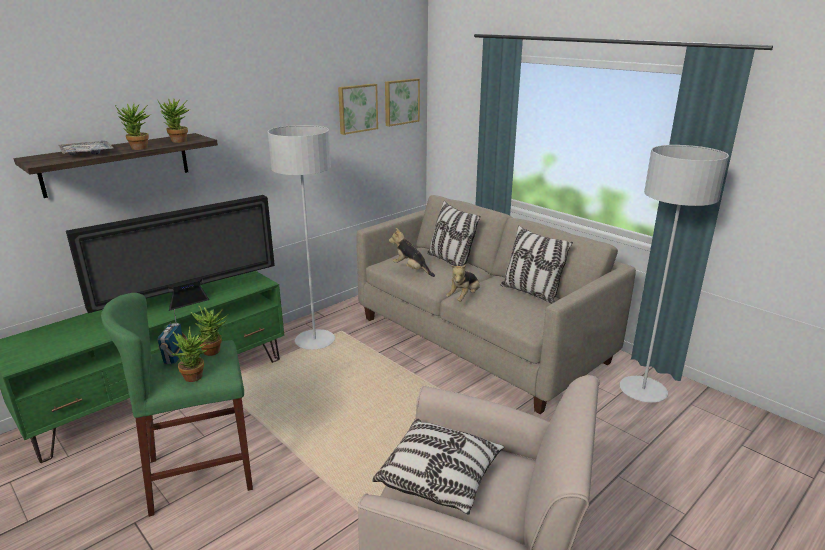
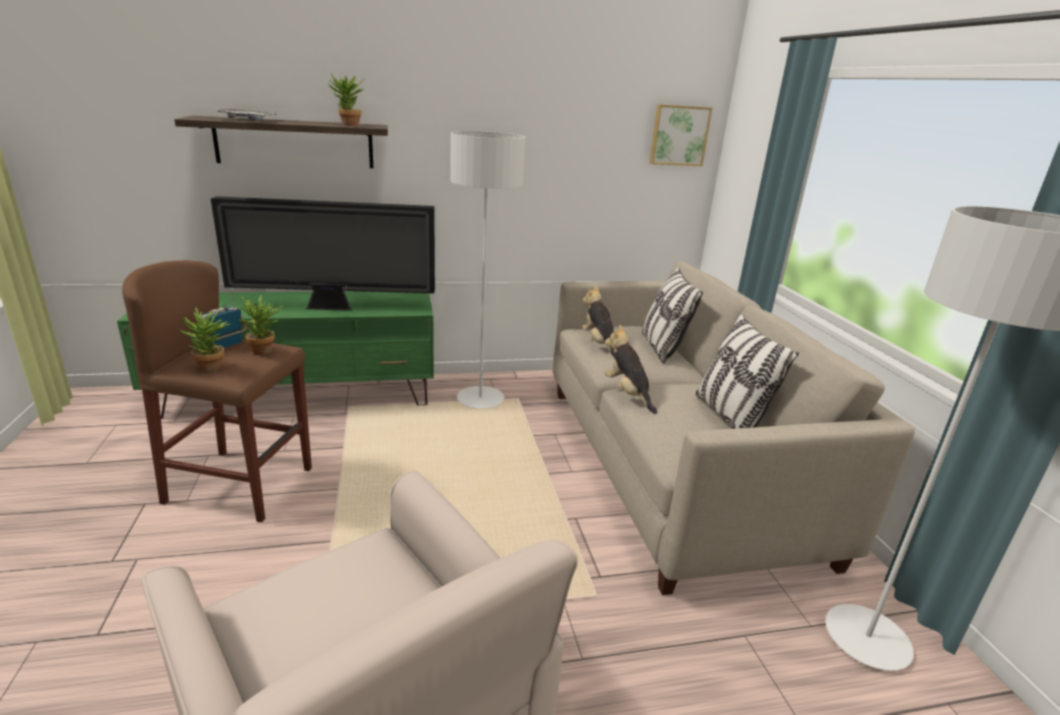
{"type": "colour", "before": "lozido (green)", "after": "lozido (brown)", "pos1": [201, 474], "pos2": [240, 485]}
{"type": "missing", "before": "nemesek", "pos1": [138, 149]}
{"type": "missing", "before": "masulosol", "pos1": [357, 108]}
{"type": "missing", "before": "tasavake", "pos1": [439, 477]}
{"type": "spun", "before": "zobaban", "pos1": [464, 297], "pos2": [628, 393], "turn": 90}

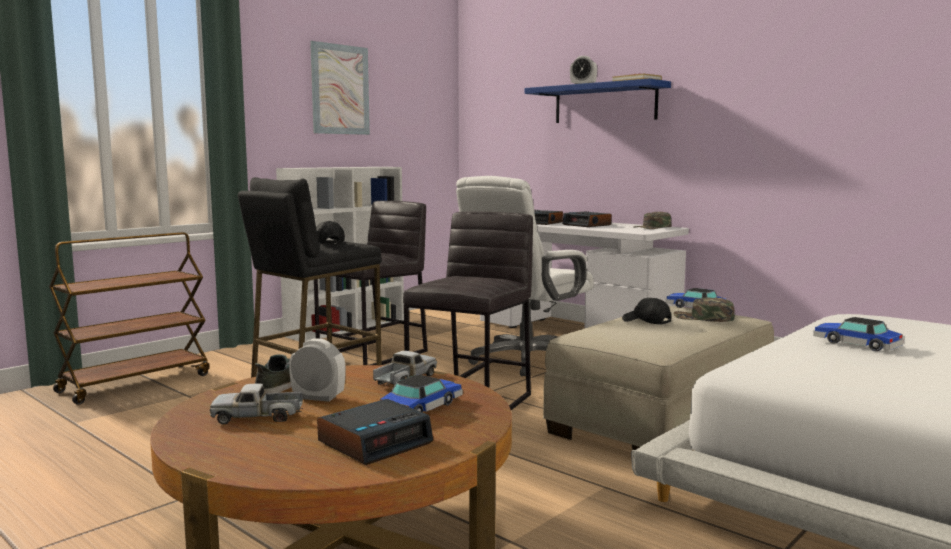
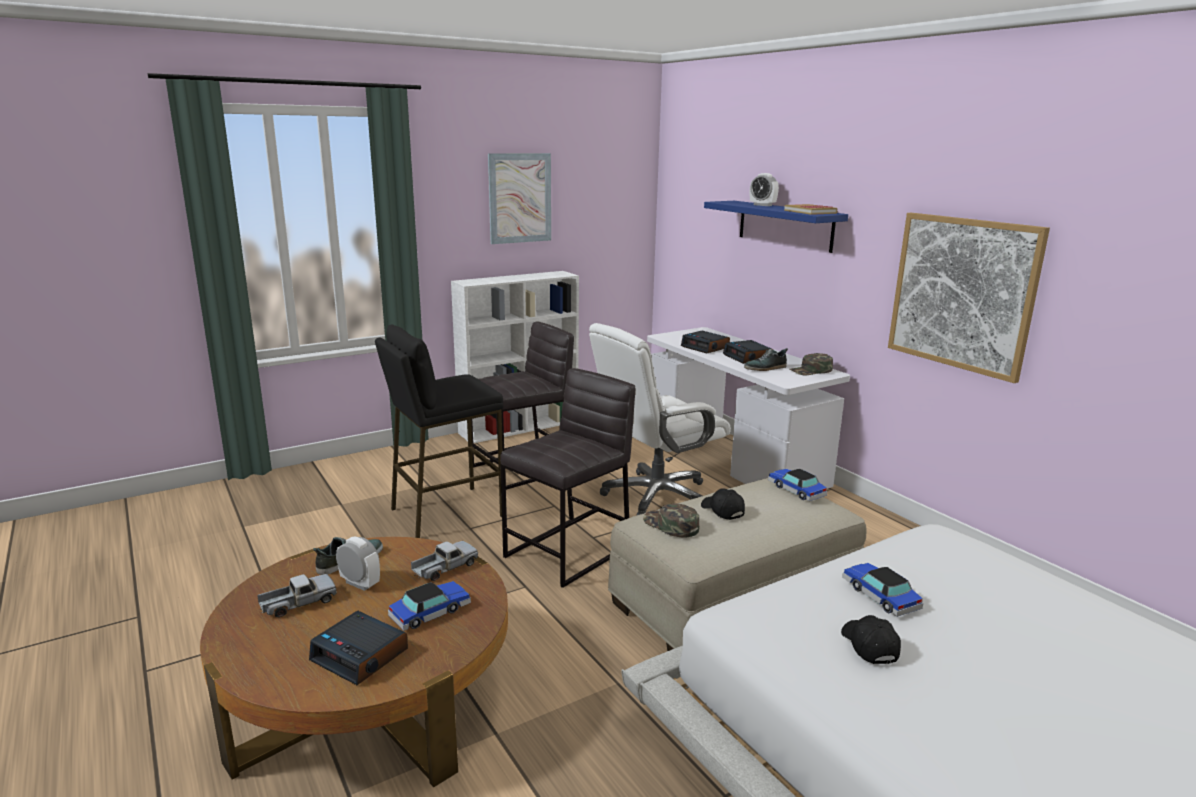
{"type": "missing", "before": "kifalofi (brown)", "pos1": [136, 383]}
{"type": "spun", "before": "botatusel", "pos1": [258, 417], "pos2": [298, 603], "turn": 135}
{"type": "relocated", "before": "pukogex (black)", "pos1": [328, 243], "pos2": [868, 646]}
{"type": "spun", "before": "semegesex", "pos1": [375, 442], "pos2": [361, 655], "turn": 60}
{"type": "relocated", "before": "pukogex (green)", "pos1": [703, 318], "pos2": [670, 525]}
{"type": "appeared", "after": "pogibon", "pos2": [765, 368]}
{"type": "appeared", "after": "masulosol", "pos2": [962, 293]}

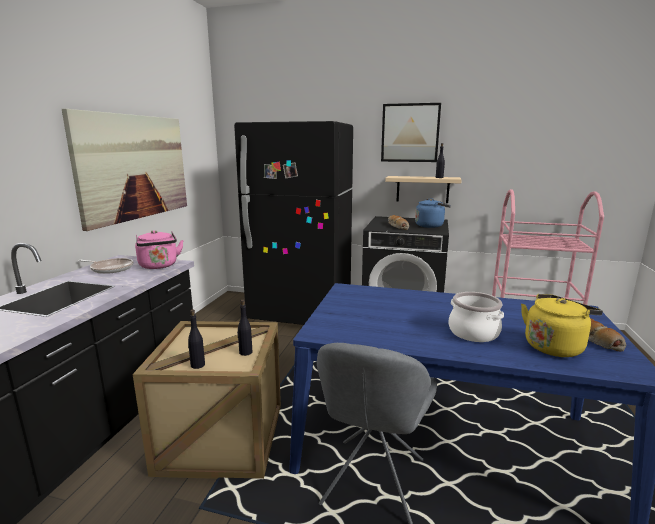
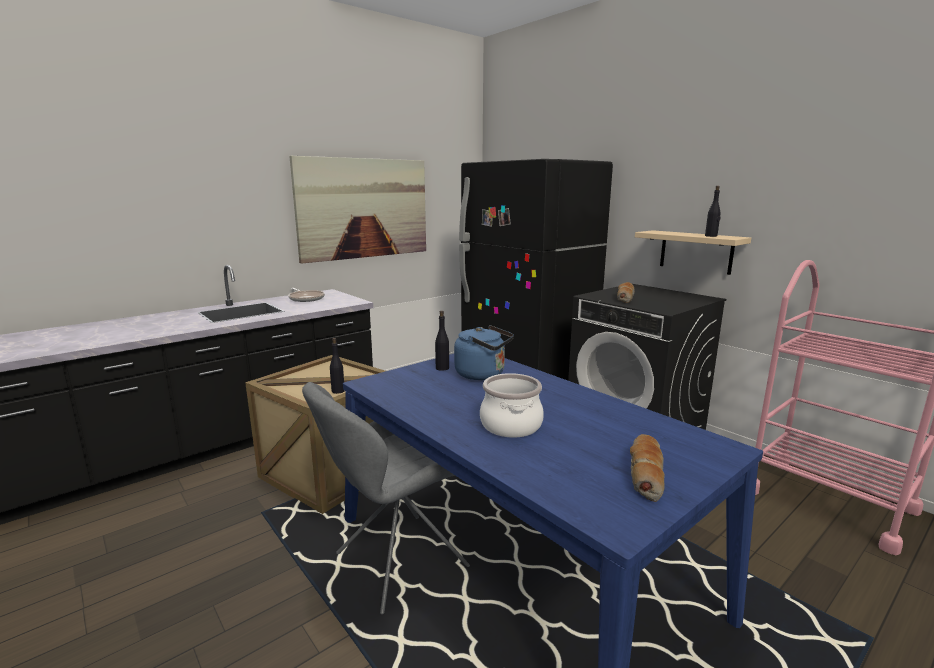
{"type": "missing", "before": "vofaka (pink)", "pos1": [159, 266]}
{"type": "relocated", "before": "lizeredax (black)", "pos1": [197, 365], "pos2": [442, 368]}
{"type": "missing", "before": "masulosol", "pos1": [410, 133]}
{"type": "relocated", "before": "vofaka (blue)", "pos1": [431, 226], "pos2": [483, 374]}
{"type": "missing", "before": "vofaka (yellow)", "pos1": [554, 346]}

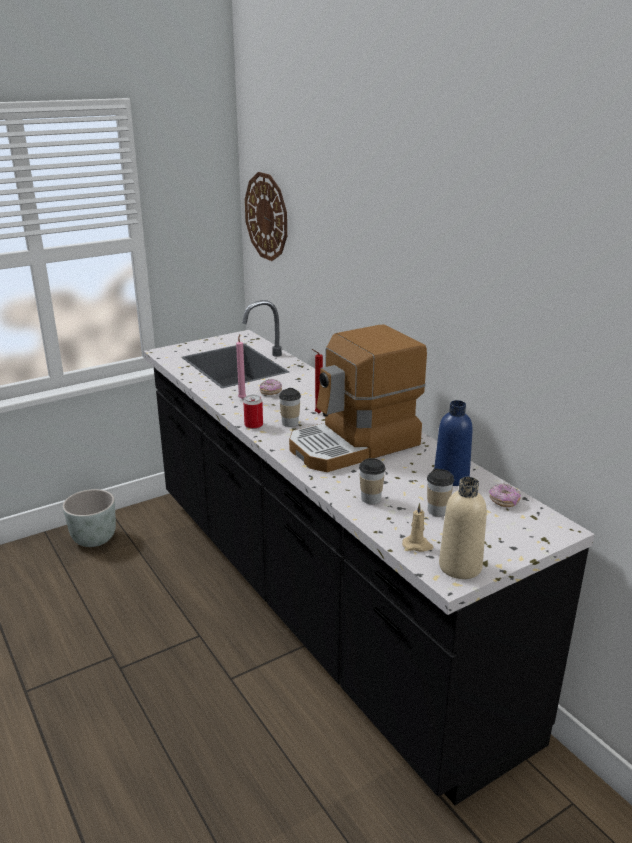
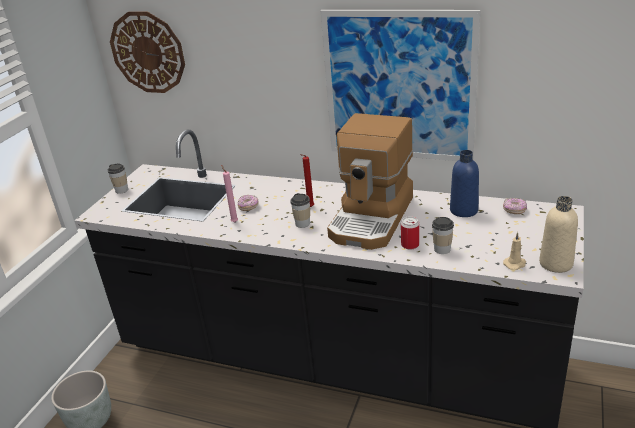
{"type": "relocated", "before": "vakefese", "pos1": [253, 425], "pos2": [410, 245]}
{"type": "relocated", "before": "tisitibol", "pos1": [437, 510], "pos2": [122, 190]}
{"type": "appeared", "after": "masulosol", "pos2": [399, 86]}

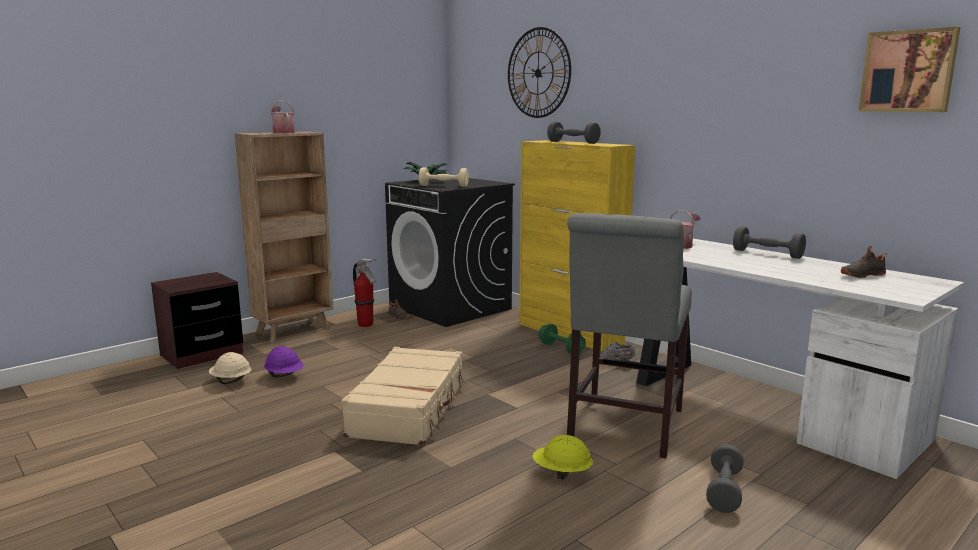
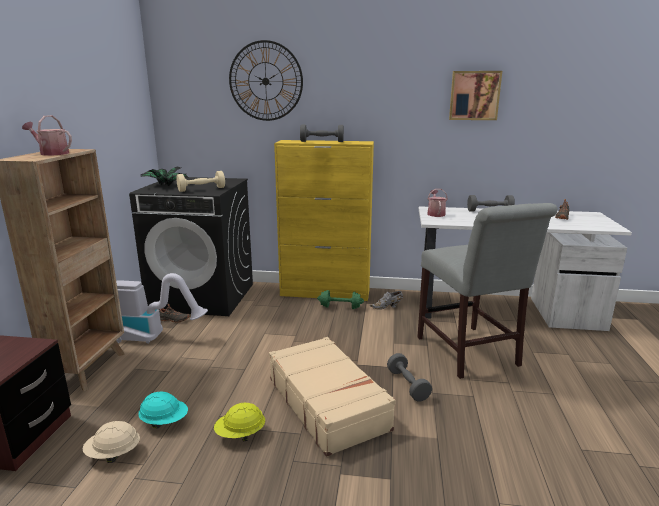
{"type": "colour", "before": "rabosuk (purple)", "after": "rabosuk (turquoise)", "pos1": [285, 376], "pos2": [165, 422]}
{"type": "exchanged", "before": "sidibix", "after": "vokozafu", "pos1": [366, 325], "pos2": [155, 337]}
{"type": "relocated", "before": "rabosuk (yellow)", "pos1": [562, 473], "pos2": [240, 434]}
{"type": "relocated", "before": "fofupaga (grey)", "pos1": [724, 490], "pos2": [408, 385]}
{"type": "relocated", "before": "masulosol", "pos1": [908, 71], "pos2": [474, 95]}

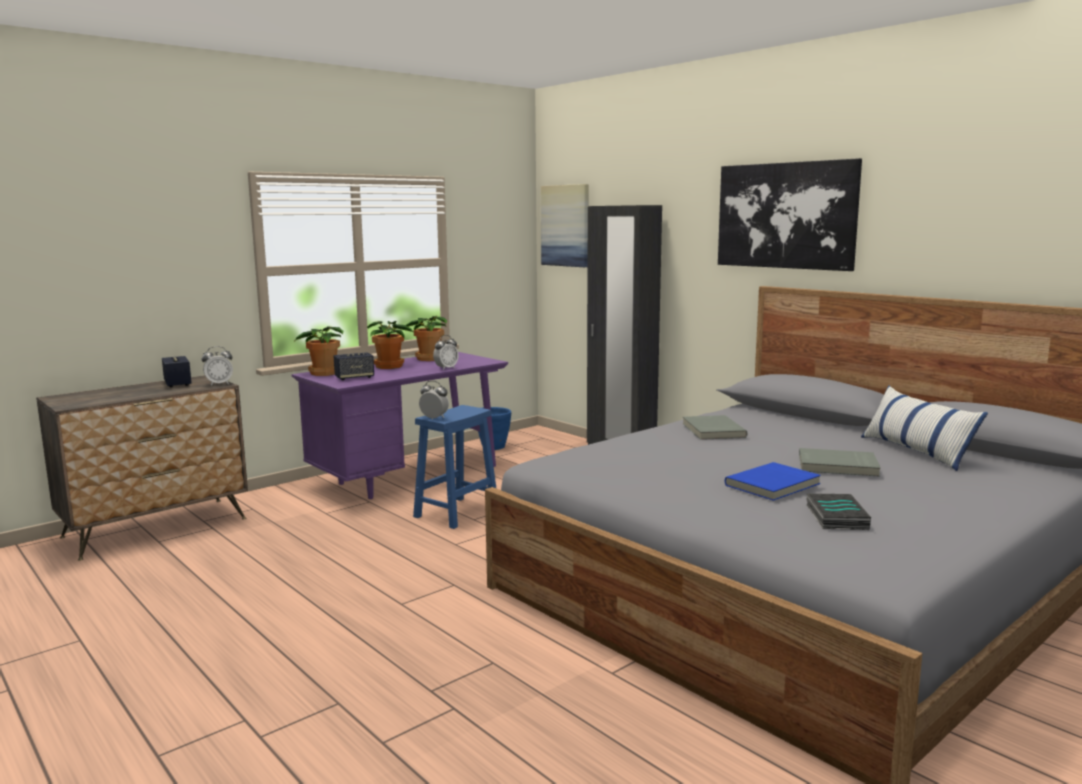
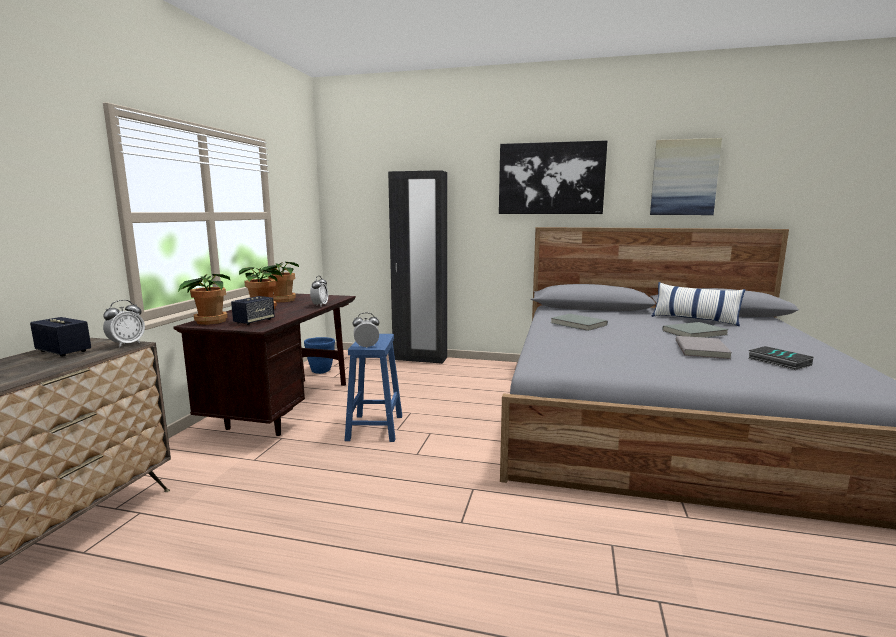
{"type": "colour", "before": "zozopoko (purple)", "after": "zozopoko (brown)", "pos1": [408, 477], "pos2": [285, 408]}
{"type": "relocated", "before": "masulosol", "pos1": [565, 225], "pos2": [684, 177]}
{"type": "colour", "before": "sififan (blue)", "after": "sififan (grey)", "pos1": [774, 485], "pos2": [703, 350]}

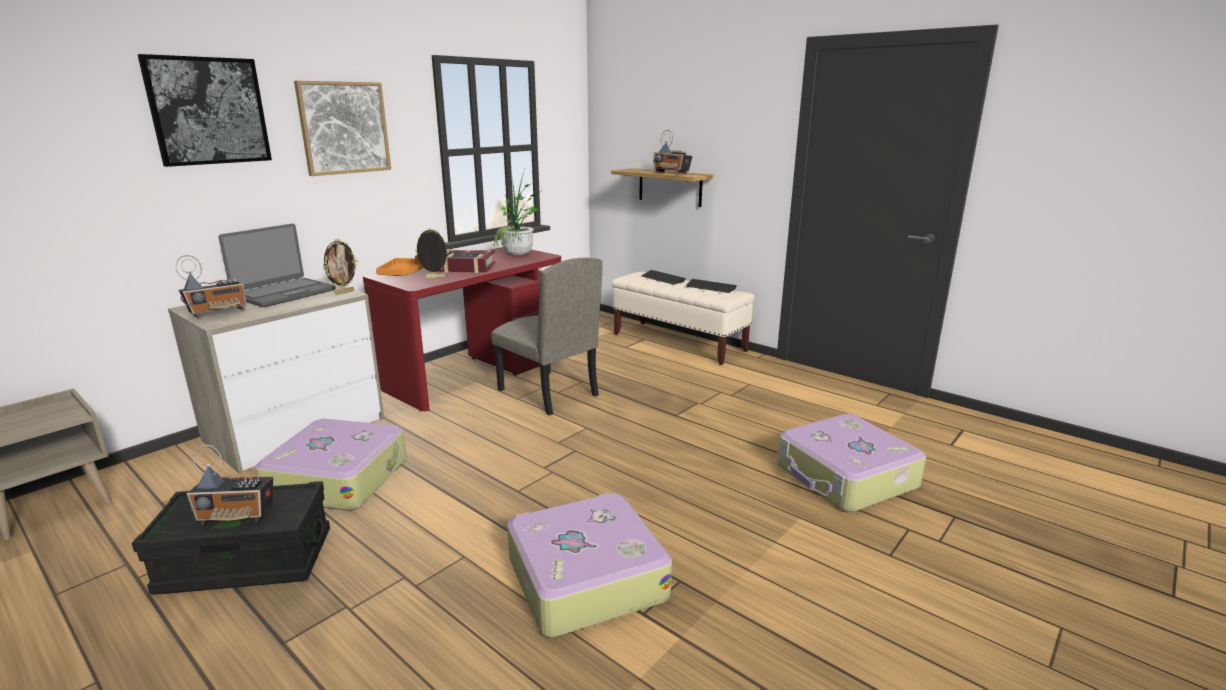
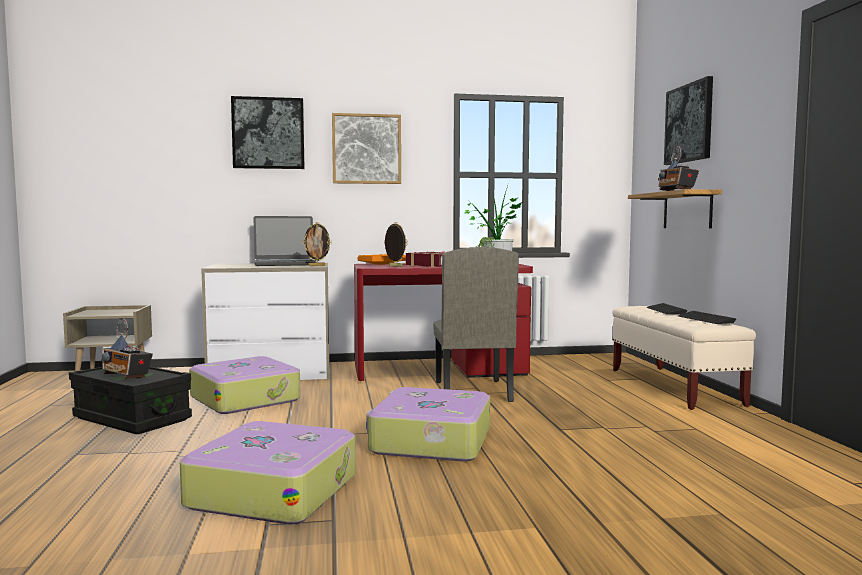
{"type": "missing", "before": "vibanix", "pos1": [218, 313]}
{"type": "relocated", "before": "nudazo", "pos1": [845, 477], "pos2": [430, 441]}
{"type": "appeared", "after": "masulosol", "pos2": [689, 123]}

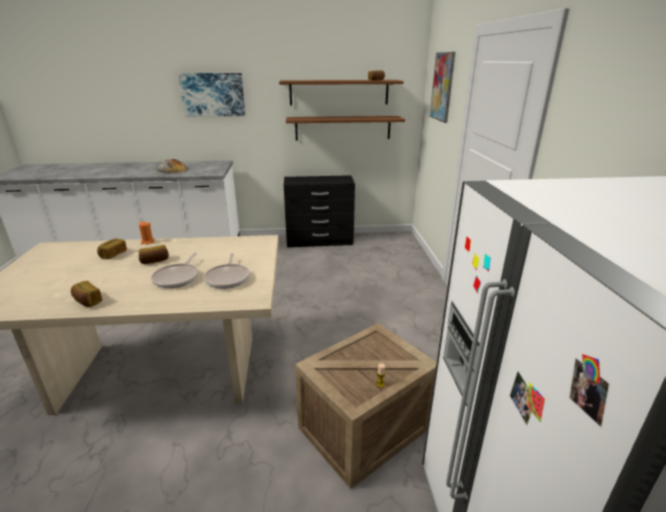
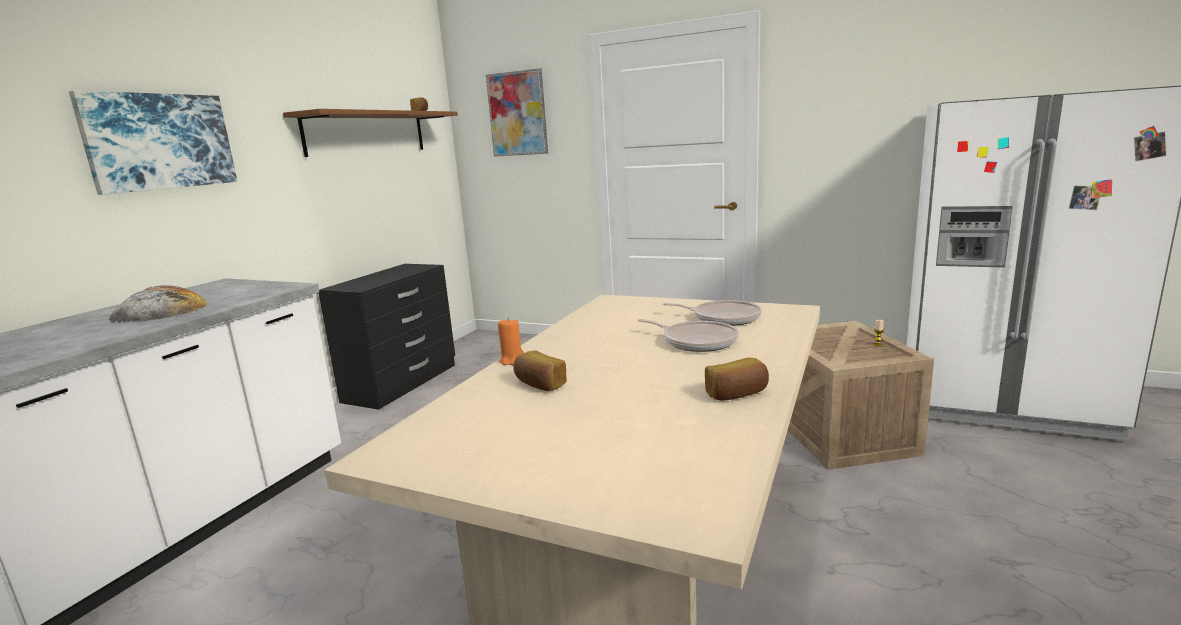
{"type": "missing", "before": "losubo", "pos1": [154, 261]}
{"type": "missing", "before": "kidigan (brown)", "pos1": [343, 128]}

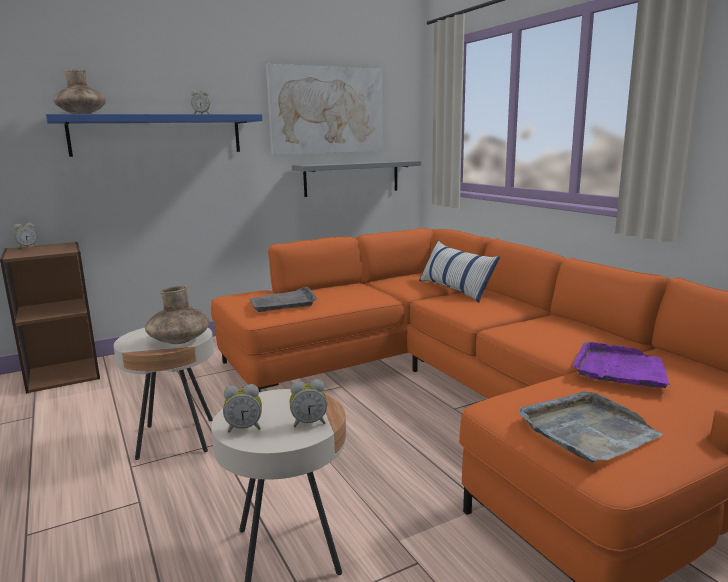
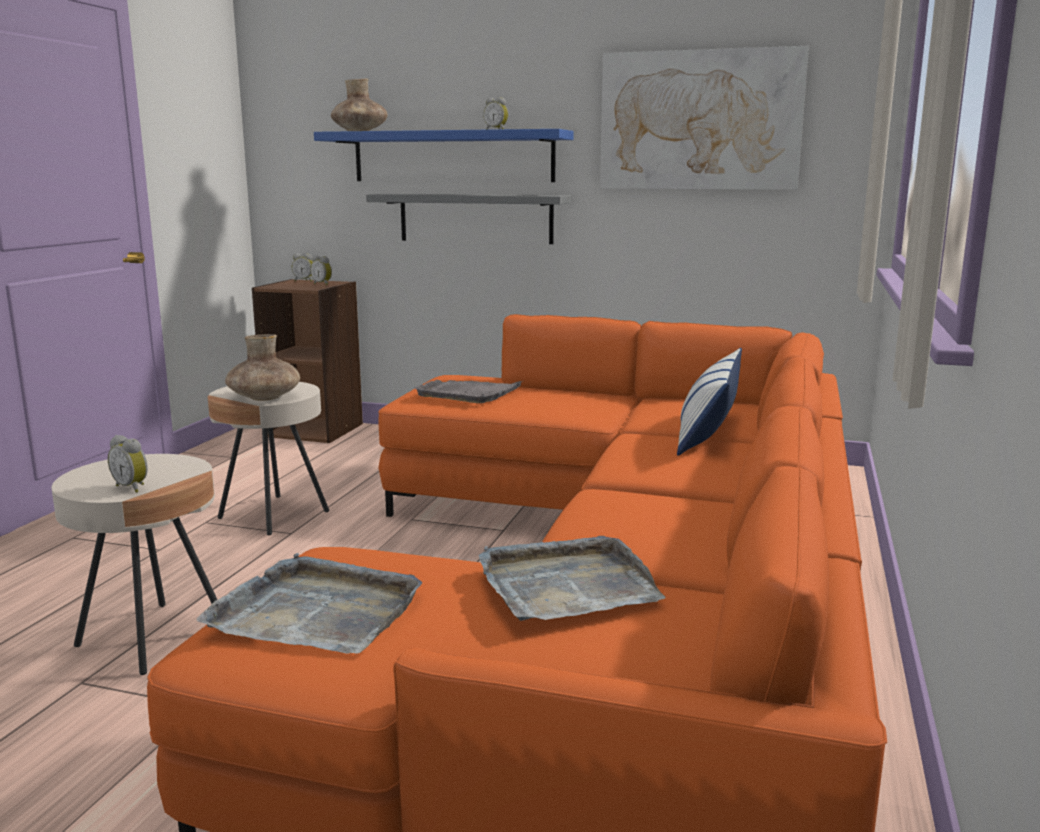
{"type": "relocated", "before": "semegesex", "pos1": [244, 428], "pos2": [323, 284]}
{"type": "relocated", "before": "kidigan (grey)", "pos1": [352, 178], "pos2": [475, 218]}
{"type": "colour", "before": "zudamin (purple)", "after": "zudamin (grey)", "pos1": [620, 369], "pos2": [566, 585]}

